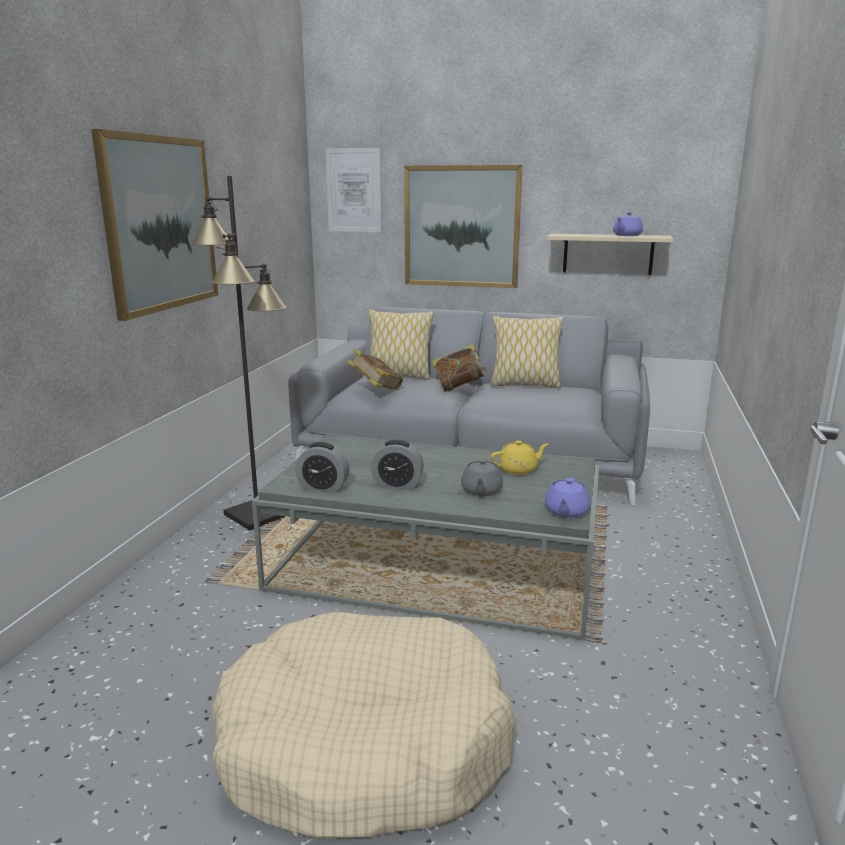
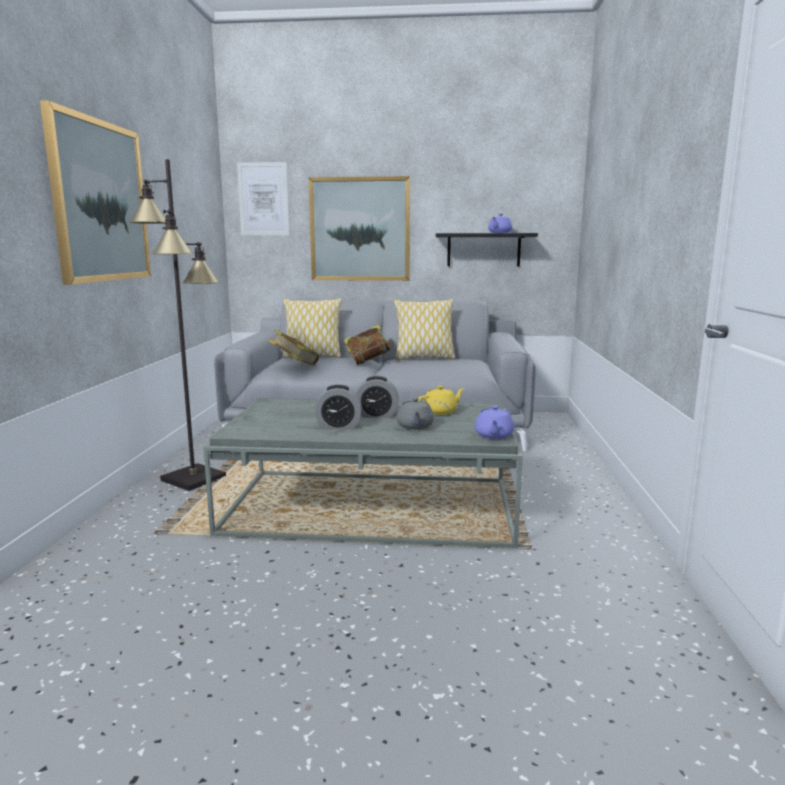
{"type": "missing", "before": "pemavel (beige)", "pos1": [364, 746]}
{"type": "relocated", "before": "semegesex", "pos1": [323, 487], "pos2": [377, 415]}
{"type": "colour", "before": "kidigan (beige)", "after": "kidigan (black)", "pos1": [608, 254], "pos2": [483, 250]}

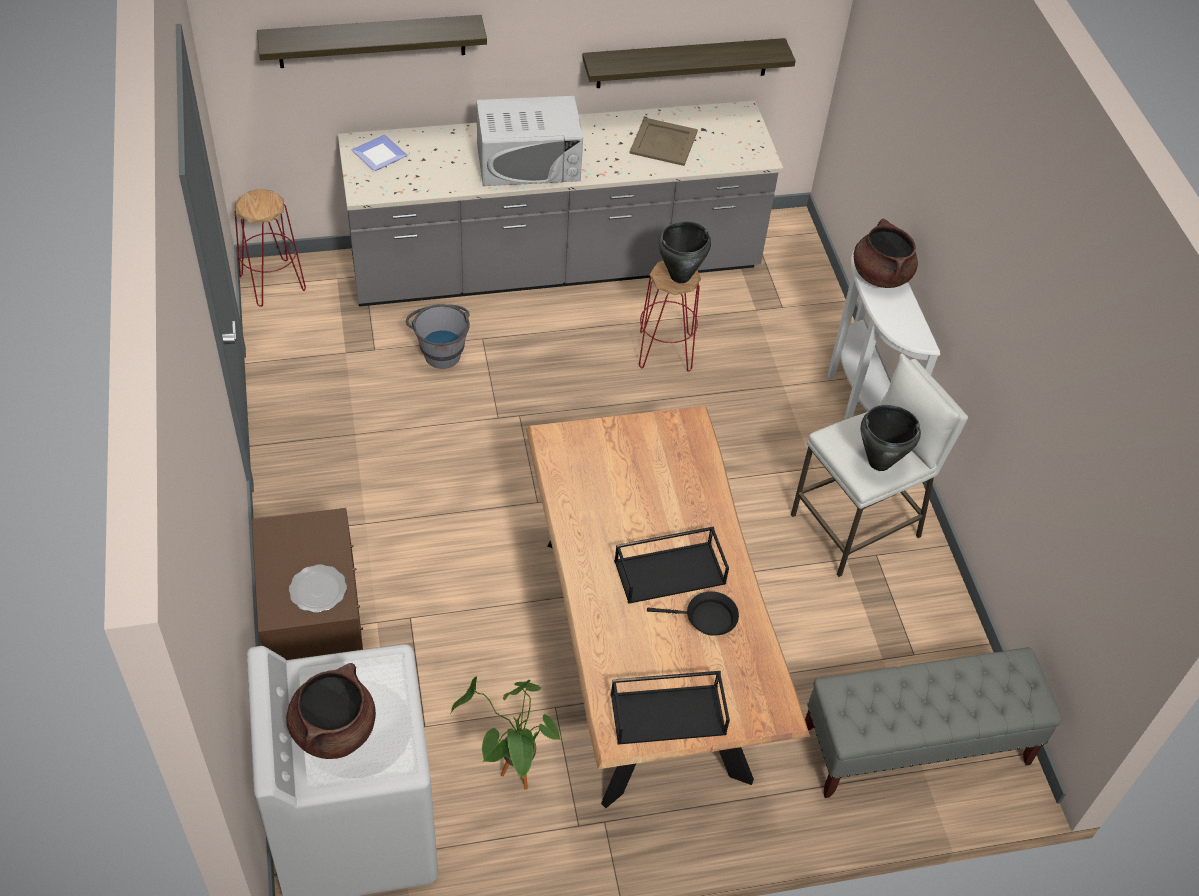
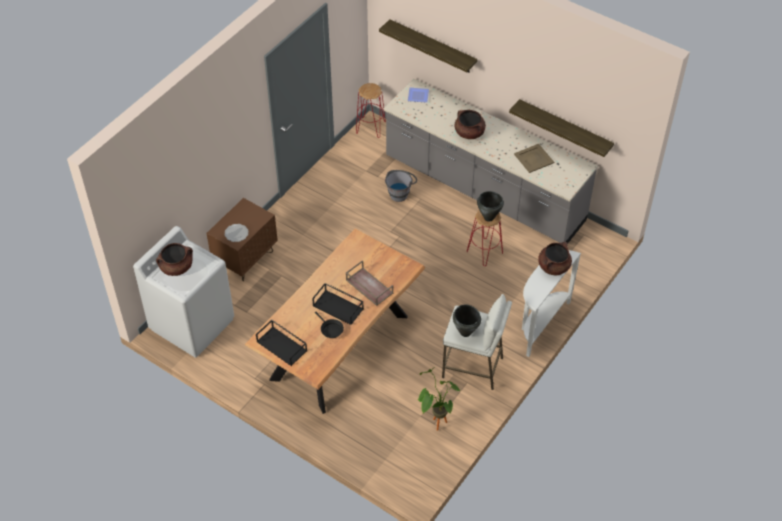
{"type": "relocated", "before": "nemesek", "pos1": [512, 780], "pos2": [435, 424]}
{"type": "exchanged", "before": "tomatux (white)", "after": "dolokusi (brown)", "pos1": [528, 162], "pos2": [469, 133]}
{"type": "missing", "before": "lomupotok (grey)", "pos1": [915, 746]}
{"type": "appeared", "after": "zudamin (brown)", "pos2": [368, 286]}

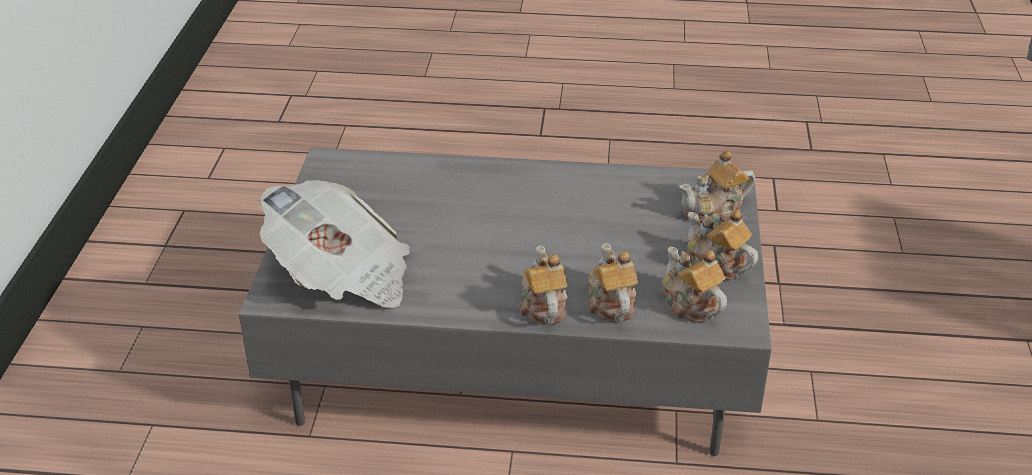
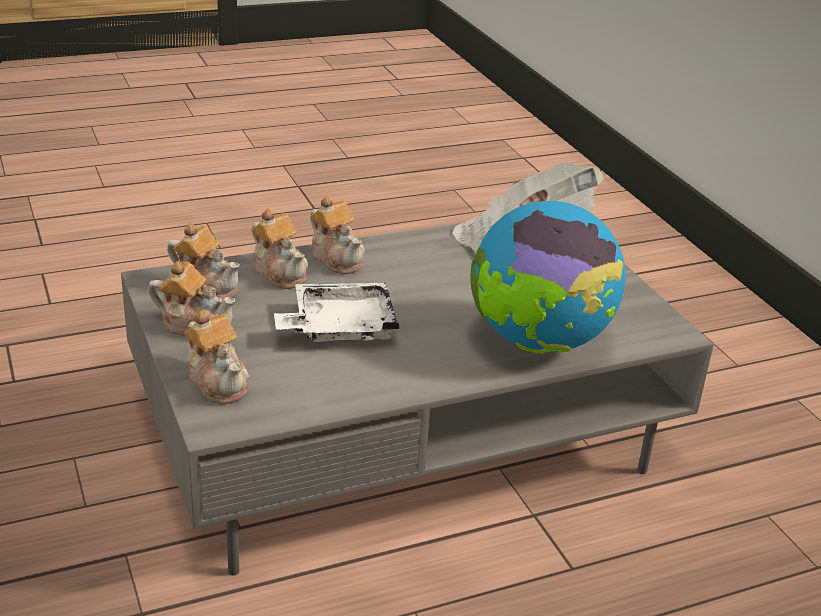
{"type": "spun", "before": "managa", "pos1": [715, 211], "pos2": [218, 381], "turn": 105}
{"type": "appeared", "after": "zudamin (white)", "pos2": [339, 327]}
{"type": "appeared", "after": "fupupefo", "pos2": [539, 342]}

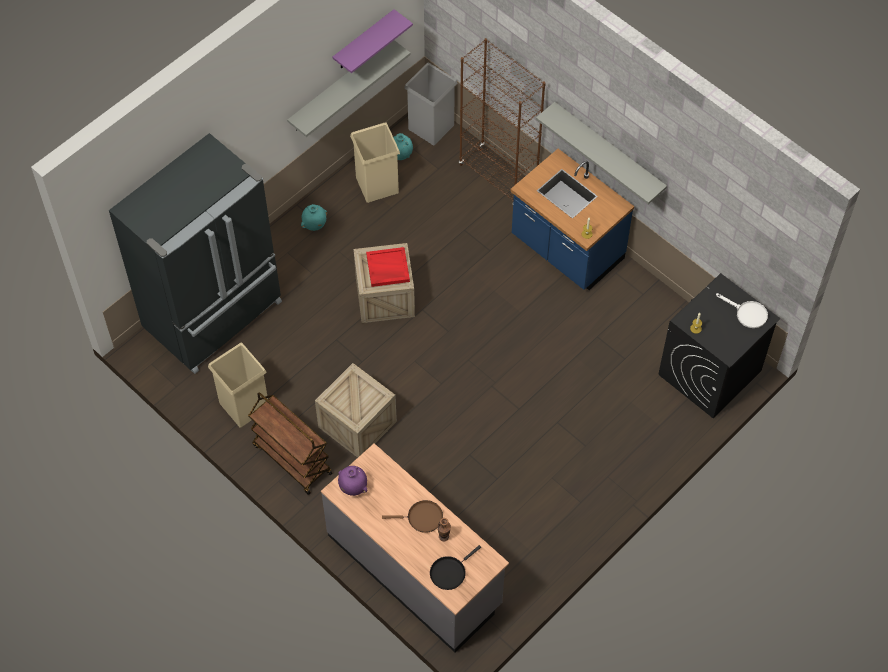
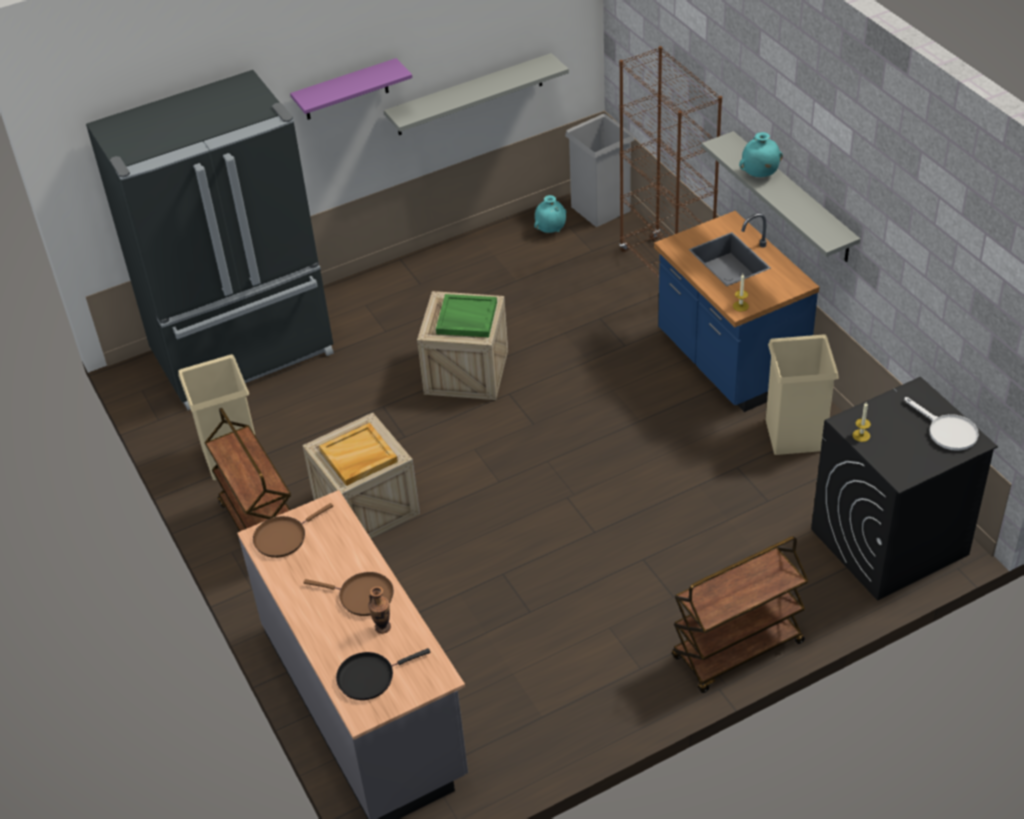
{"type": "relocated", "before": "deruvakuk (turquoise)", "pos1": [314, 225], "pos2": [759, 175]}
{"type": "relocated", "before": "kidigan (purple)", "pos1": [363, 41], "pos2": [346, 90]}
{"type": "exchanged", "before": "deruvakuk (purple)", "after": "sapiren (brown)", "pos1": [353, 487], "pos2": [283, 537]}
{"type": "relocated", "before": "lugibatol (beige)", "pos1": [377, 185], "pos2": [795, 434]}
{"type": "colour", "before": "zudamin (red)", "after": "zudamin (green)", "pos1": [387, 268], "pos2": [466, 318]}
{"type": "appeared", "after": "zudamin (beige)", "pos2": [358, 457]}
{"type": "appeared", "after": "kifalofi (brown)", "pos2": [737, 651]}

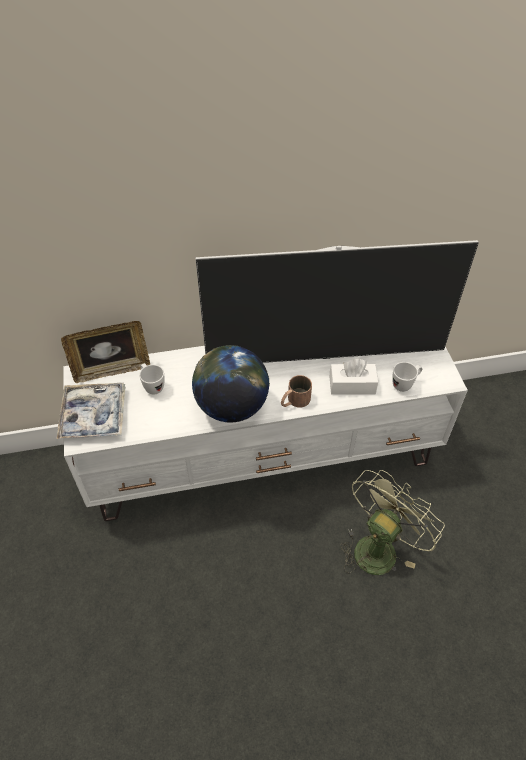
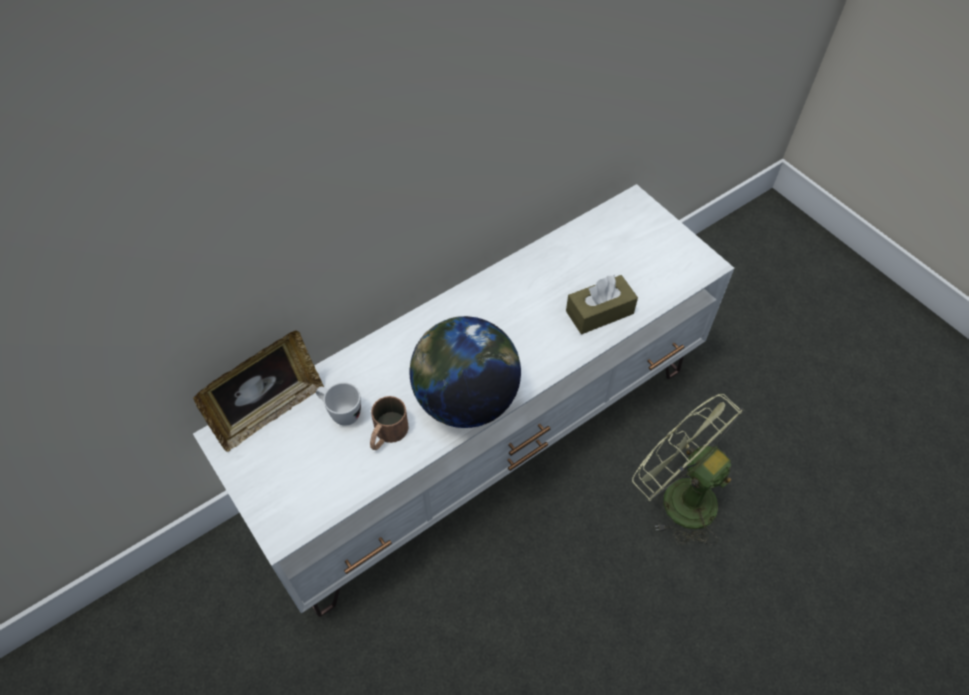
{"type": "missing", "before": "zudamin", "pos1": [94, 415]}
{"type": "missing", "before": "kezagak", "pos1": [326, 356]}
{"type": "relocated", "before": "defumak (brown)", "pos1": [294, 401], "pos2": [387, 434]}
{"type": "colour", "before": "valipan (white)", "after": "valipan (brown)", "pos1": [352, 385], "pos2": [599, 312]}
{"type": "spun", "before": "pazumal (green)", "pos1": [379, 546], "pos2": [677, 496], "turn": -60}
{"type": "missing", "before": "defumak (white)", "pos1": [405, 384]}

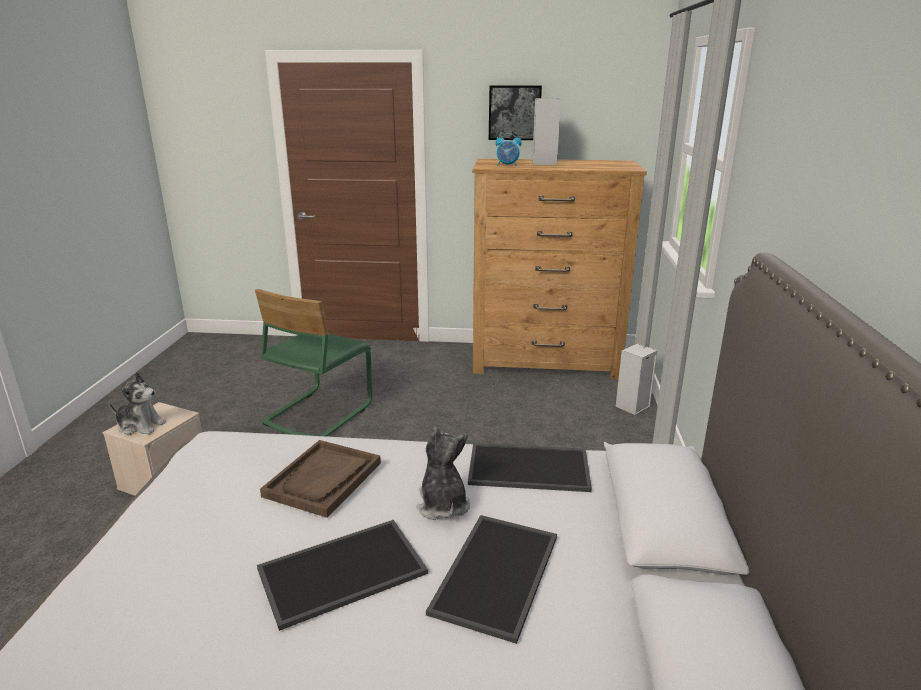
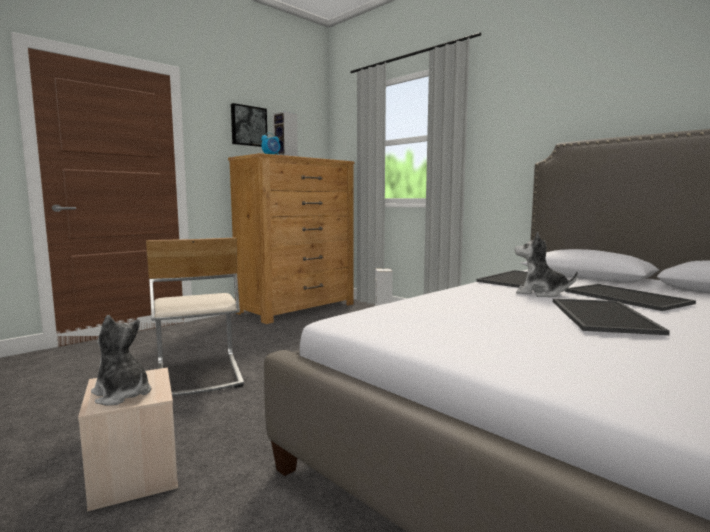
{"type": "spun", "before": "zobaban", "pos1": [140, 426], "pos2": [122, 395], "turn": -105}
{"type": "colour", "before": "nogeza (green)", "after": "nogeza (beige)", "pos1": [318, 414], "pos2": [197, 375]}
{"type": "missing", "before": "zudamin (brown)", "pos1": [323, 480]}

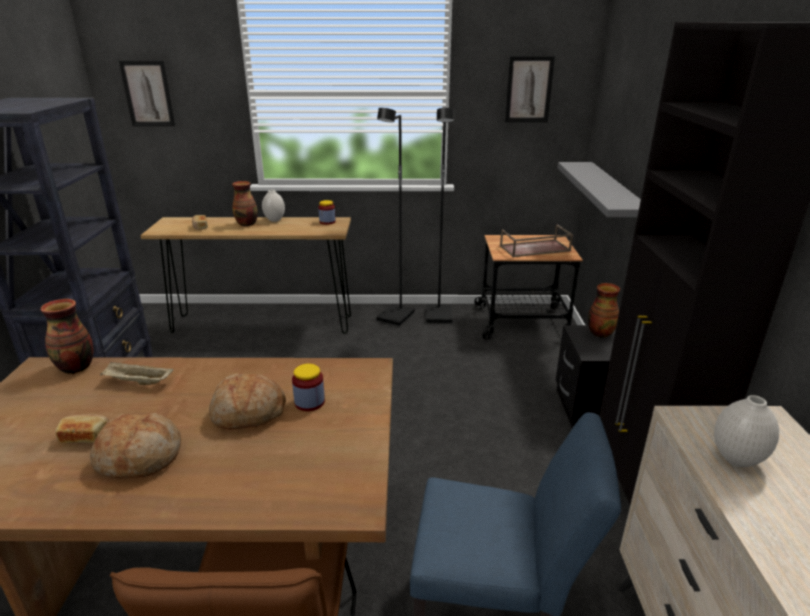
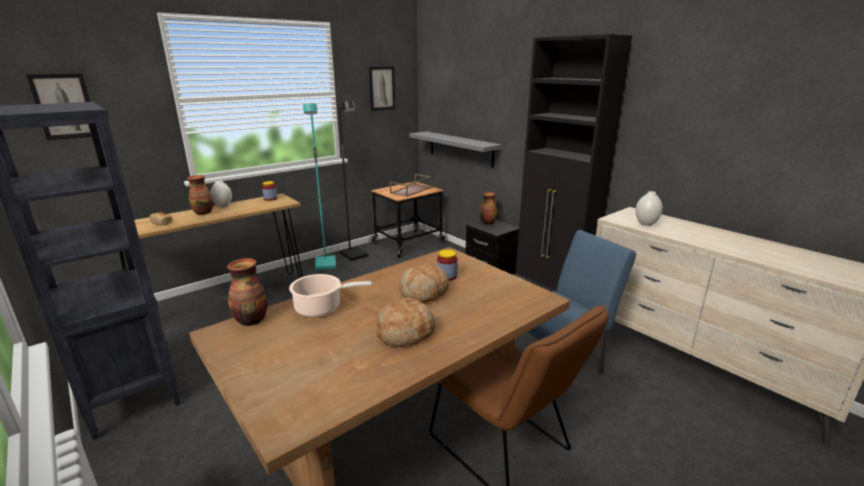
{"type": "missing", "before": "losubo", "pos1": [86, 436]}
{"type": "exchanged", "before": "zudamin (beige)", "after": "dolokusi", "pos1": [137, 382], "pos2": [321, 308]}
{"type": "colour", "before": "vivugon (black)", "after": "vivugon (turquoise)", "pos1": [396, 317], "pos2": [326, 264]}

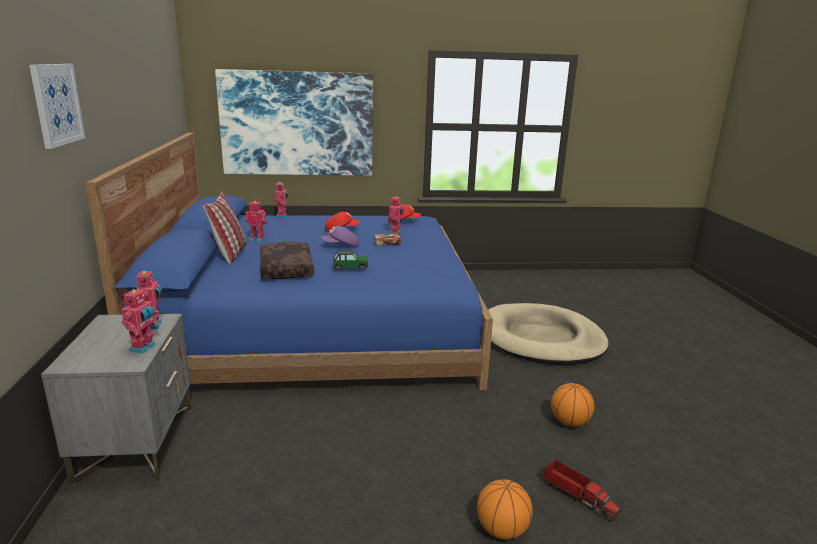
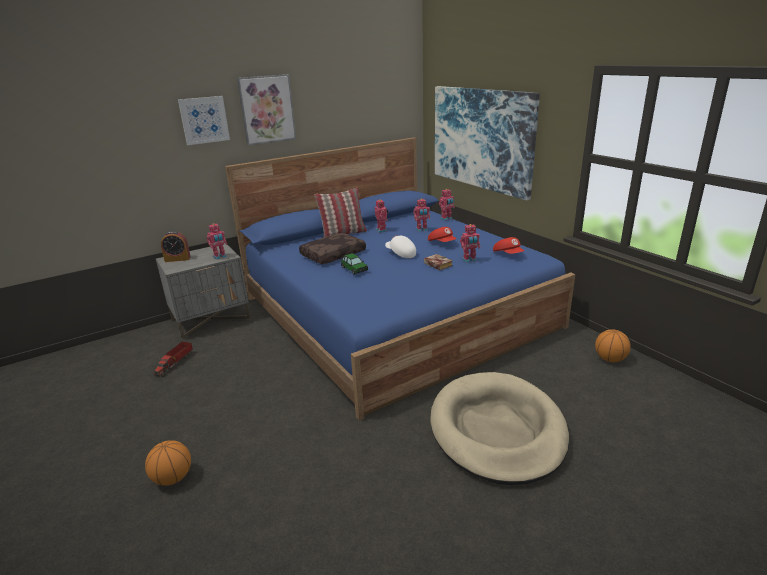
{"type": "relocated", "before": "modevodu", "pos1": [144, 348], "pos2": [422, 230]}
{"type": "colour", "before": "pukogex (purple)", "after": "pukogex (white)", "pos1": [341, 246], "pos2": [400, 254]}
{"type": "relocated", "before": "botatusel", "pos1": [578, 497], "pos2": [175, 363]}
{"type": "relocated", "before": "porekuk", "pos1": [569, 422], "pos2": [610, 359]}
{"type": "appeared", "after": "semegesex", "pos2": [177, 259]}
{"type": "appeared", "after": "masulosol", "pos2": [267, 109]}

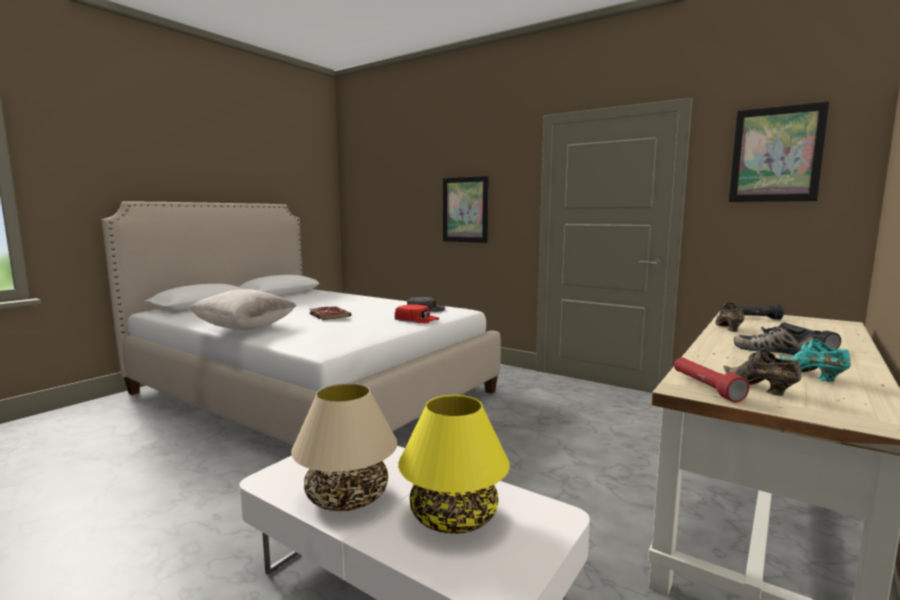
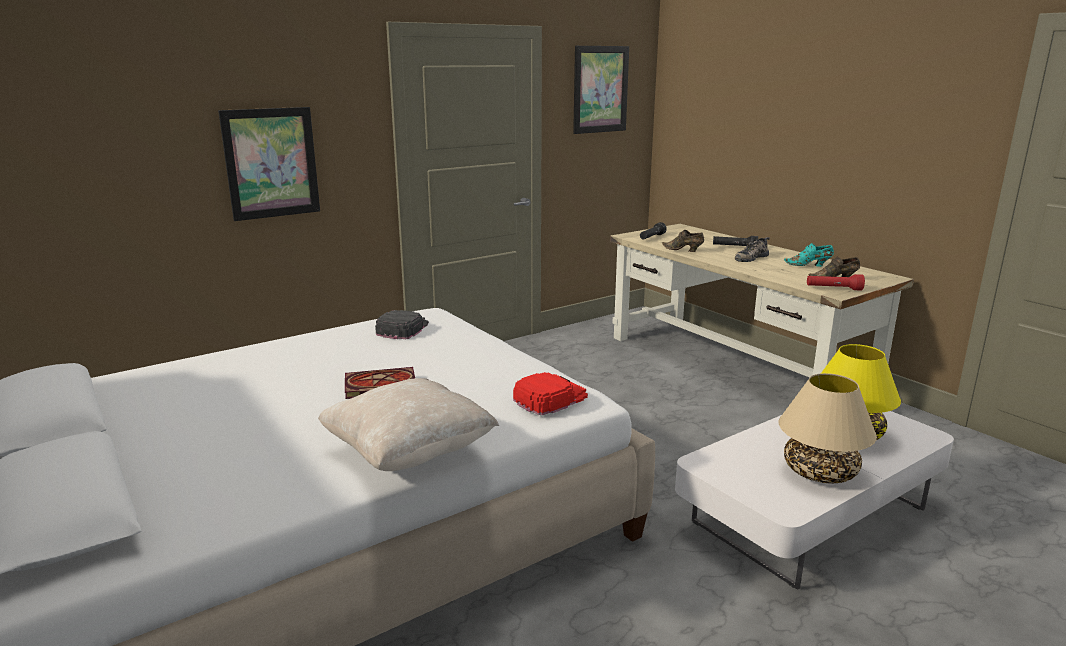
{"type": "relocated", "before": "pukogex (red)", "pos1": [417, 319], "pos2": [550, 398]}

